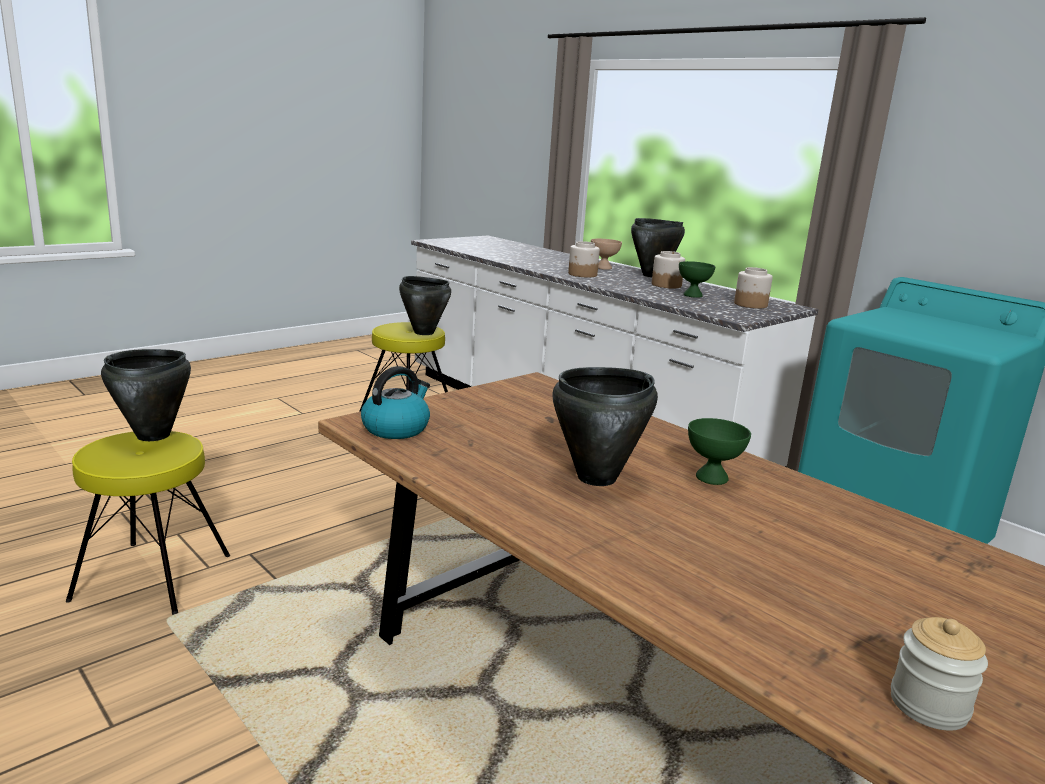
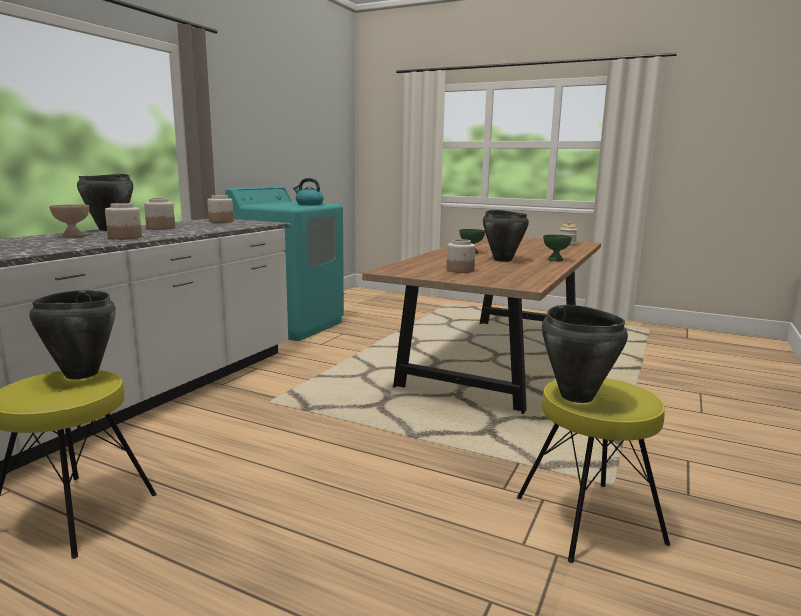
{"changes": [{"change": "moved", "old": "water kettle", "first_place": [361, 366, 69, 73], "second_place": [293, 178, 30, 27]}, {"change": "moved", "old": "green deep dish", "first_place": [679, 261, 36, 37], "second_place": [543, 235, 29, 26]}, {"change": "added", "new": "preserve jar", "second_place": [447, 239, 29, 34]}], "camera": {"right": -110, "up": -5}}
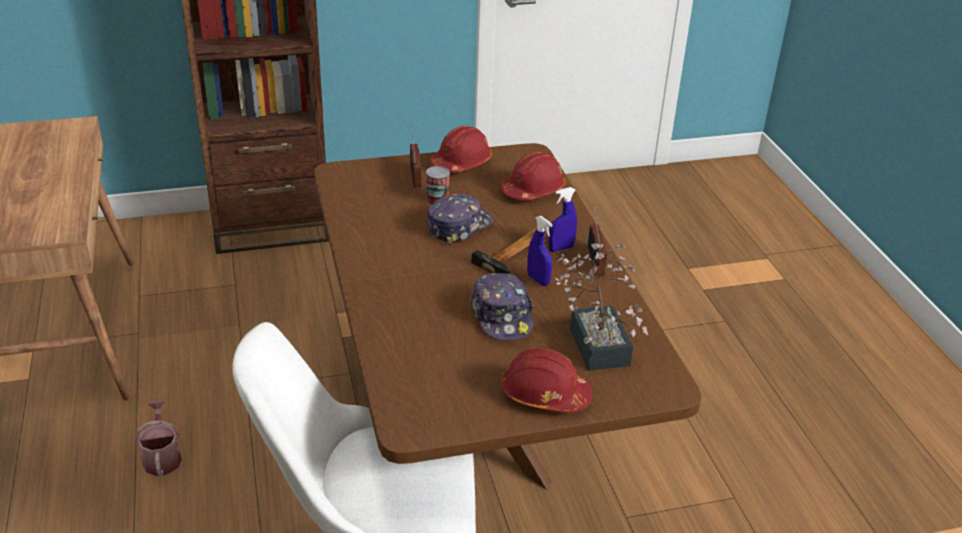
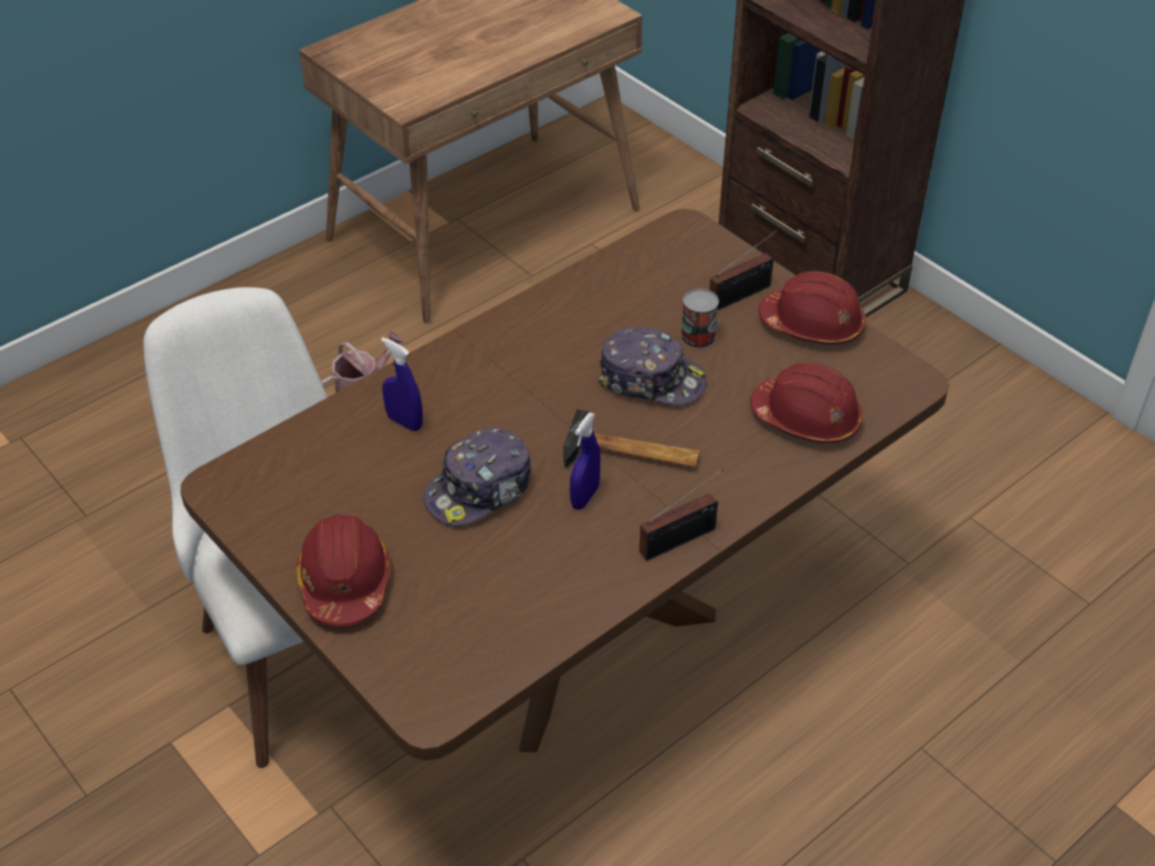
{"changes": [{"change": "moved", "old": "blue spray bottle", "first_place": [548, 187, 29, 65], "second_place": [381, 337, 42, 94]}, {"change": "removed", "old": "plant in a pot", "first_place": [555, 243, 93, 128]}], "camera": {"right": 65, "up": 10}}
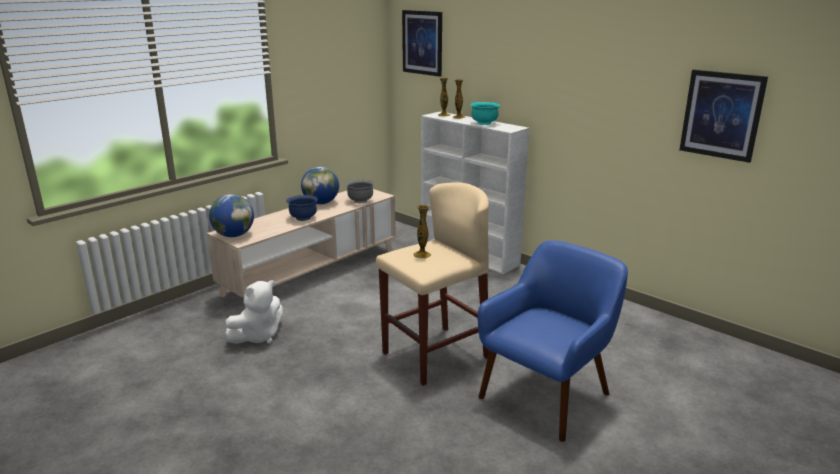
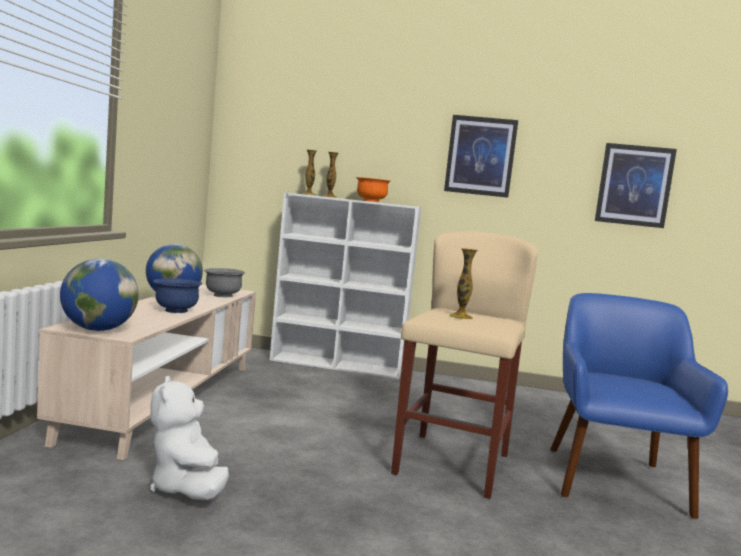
{"changes": [{"change": "turned", "old": "white soft toy", "first_place": [225, 280, 58, 64], "second_place": [150, 376, 79, 124], "degrees": 150}, {"change": "moved", "old": "wall picture", "first_place": [402, 10, 40, 67], "second_place": [444, 115, 74, 83]}, {"change": "recoloured", "old": "blue-green deep dish", "new": "orange-coloured deep dish", "first_place": [470, 102, 30, 23], "second_place": [356, 177, 34, 25]}], "camera": {"right": -35, "up": -15}}
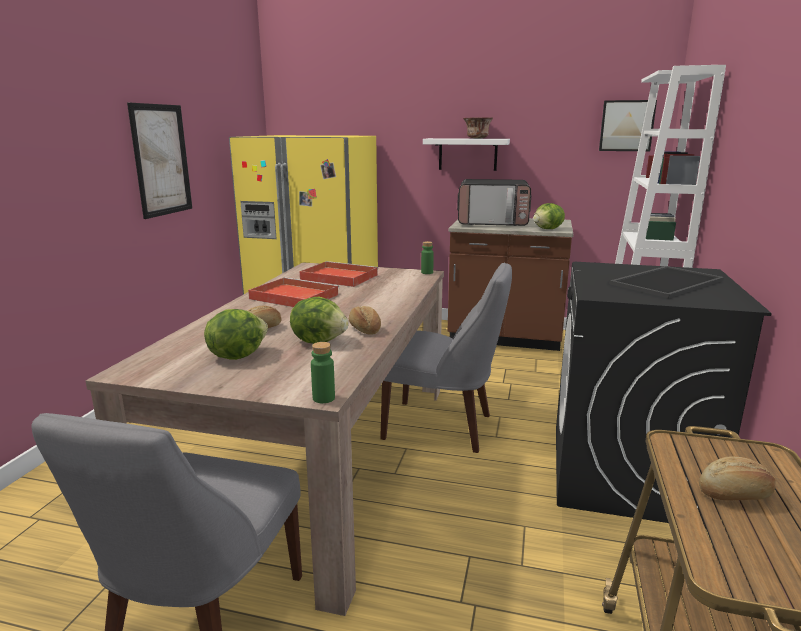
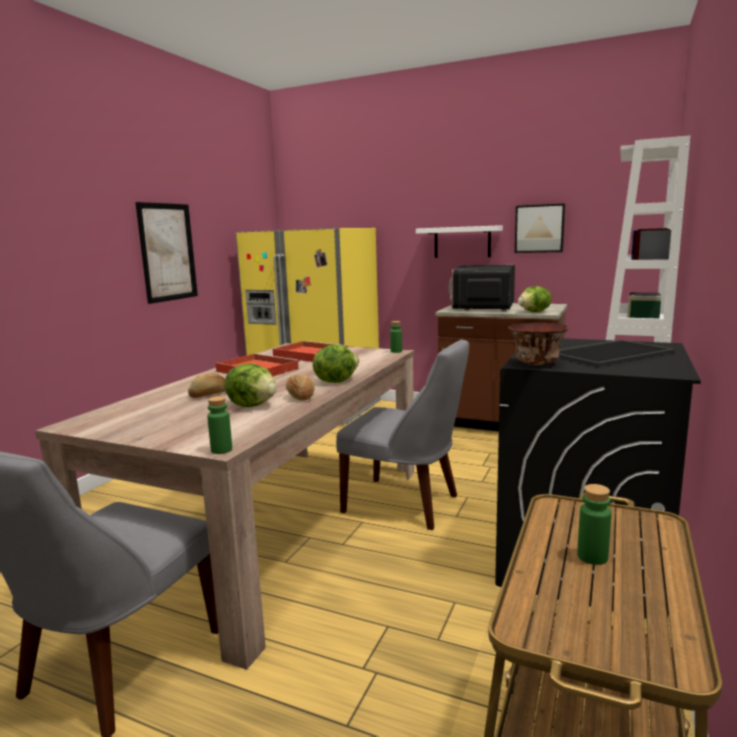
{"changes": [{"change": "moved", "old": "head of lettuce", "first_place": [204, 309, 64, 51], "second_place": [313, 345, 46, 38]}, {"change": "turned", "old": "kitchen microwave", "first_place": [457, 179, 74, 47], "second_place": [449, 265, 66, 46], "degrees": 90}, {"change": "moved", "old": "deep dish", "first_place": [463, 117, 30, 22], "second_place": [508, 323, 61, 42]}, {"change": "moved", "old": "wall picture", "first_place": [599, 100, 58, 51], "second_place": [515, 203, 50, 50]}, {"change": "replaced", "old": "bakery bread", "new": "green beverage bottle", "first_place": [699, 457, 77, 43], "second_place": [577, 484, 35, 81]}], "camera": {"right": 10, "up": -5}}
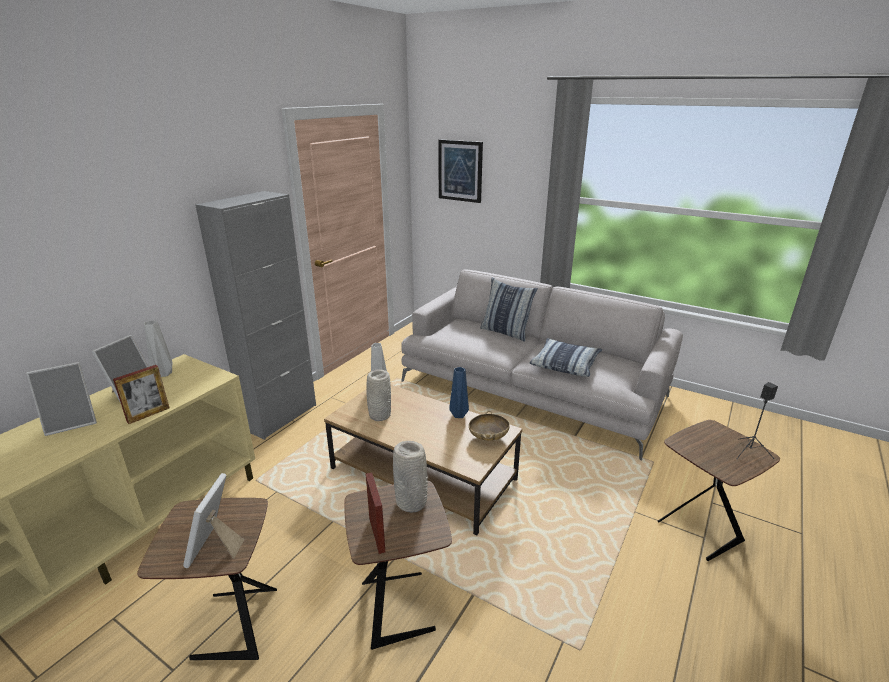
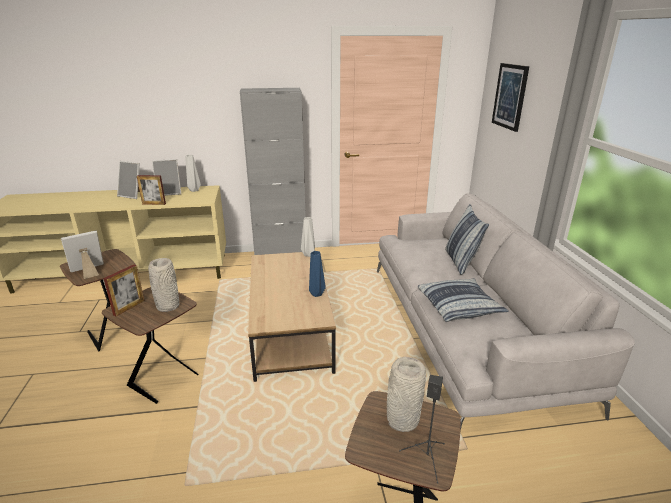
{"changes": [{"change": "moved", "old": "grey decorative vase", "first_place": [366, 369, 25, 52], "second_place": [387, 357, 39, 75]}, {"change": "removed", "old": "beige deep dish", "first_place": [469, 411, 41, 30]}], "camera": {"right": 50, "up": 0}}
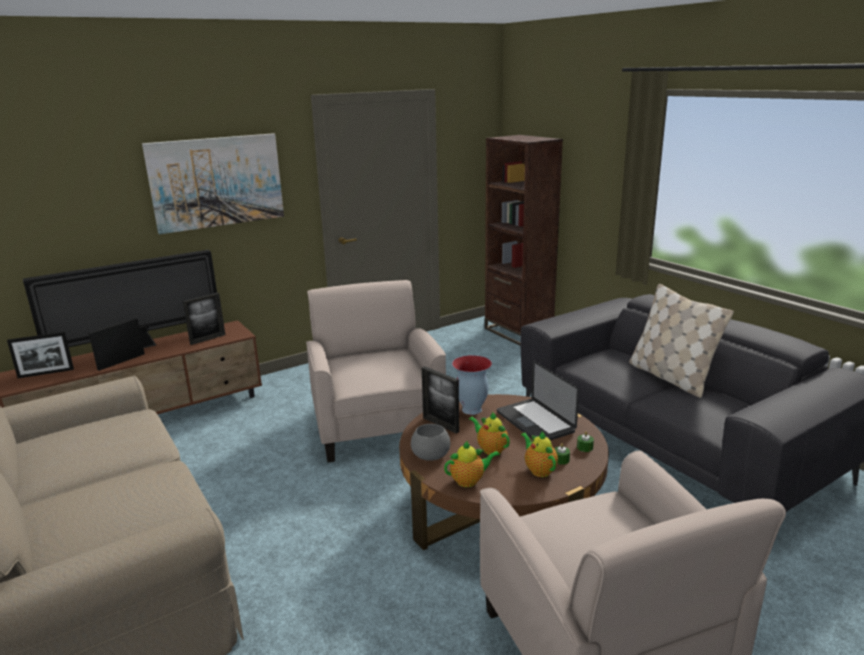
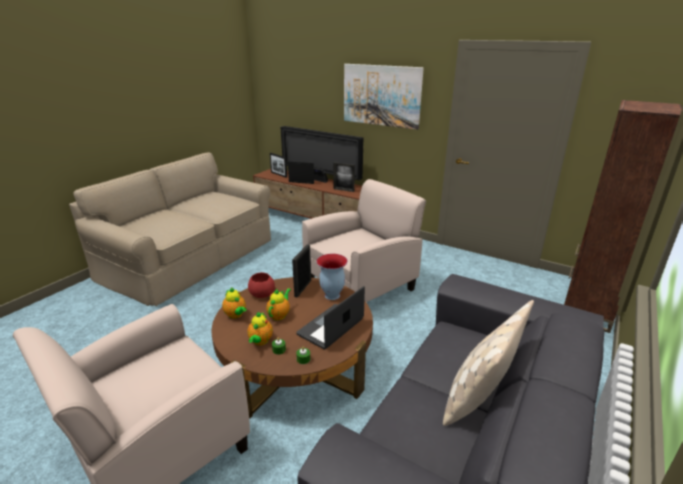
{"changes": [{"change": "recoloured", "old": "grey deep dish", "new": "red-coloured deep dish", "first_place": [411, 424, 39, 37], "second_place": [248, 272, 27, 26]}, {"change": "turned", "old": "teapot", "first_place": [521, 431, 37, 46], "second_place": [247, 312, 26, 34], "degrees": 150}], "camera": {"right": 65, "up": 5}}
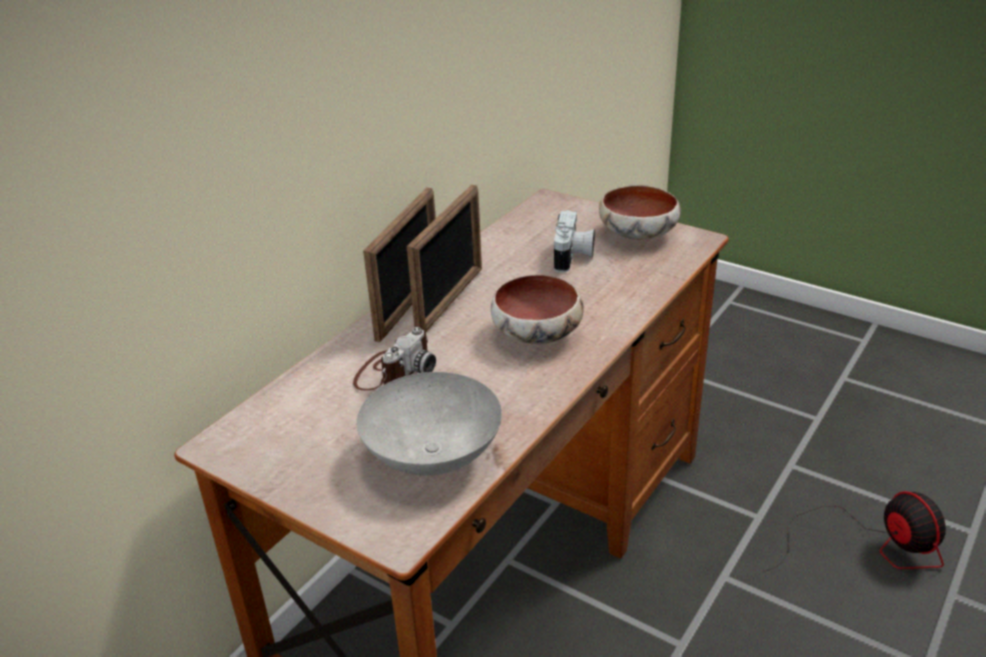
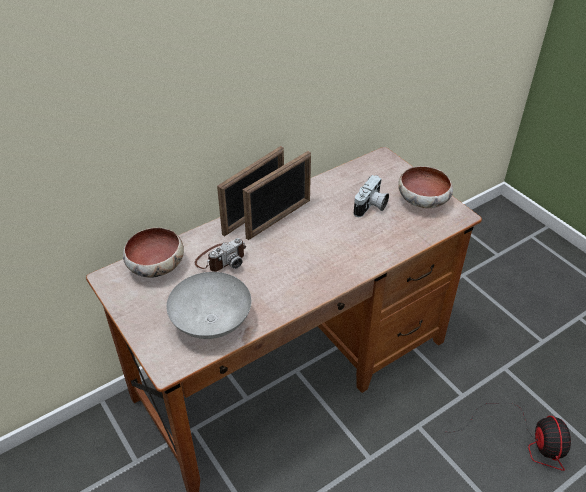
{"changes": [{"change": "moved", "old": "deep dish", "first_place": [491, 275, 93, 69], "second_place": [123, 227, 61, 51]}], "camera": {"right": 20, "up": 10}}
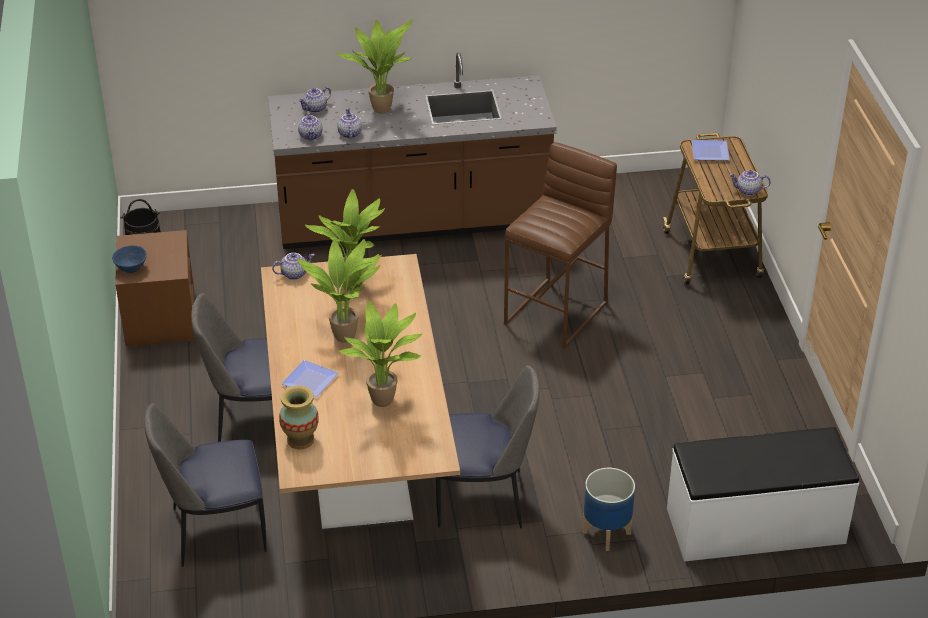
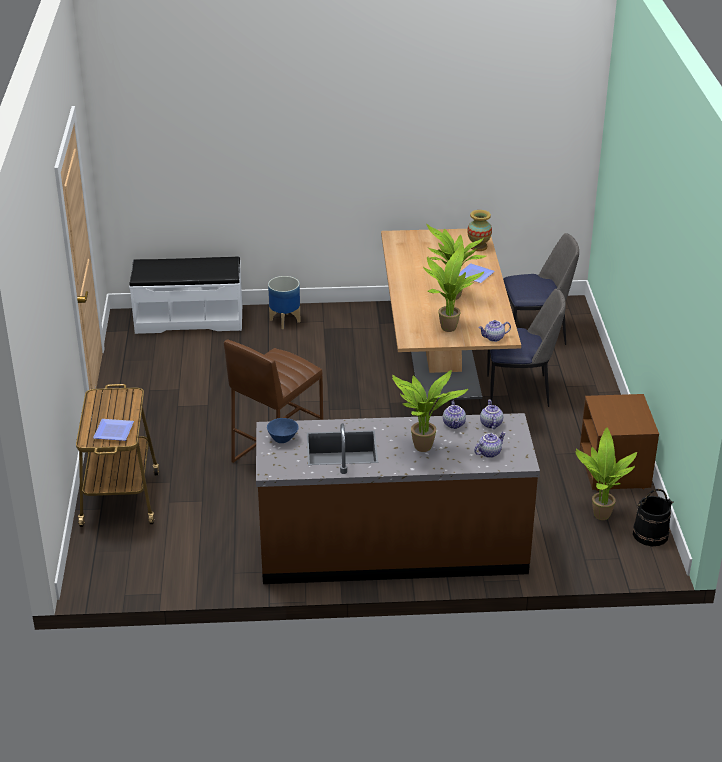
{"changes": [{"change": "moved", "old": "blue deep dish", "first_place": [112, 245, 35, 28], "second_place": [267, 418, 32, 25]}, {"change": "moved", "old": "plant in a pot", "first_place": [338, 300, 85, 107], "second_place": [576, 428, 61, 92]}, {"change": "removed", "old": "plain chair", "first_place": [436, 365, 103, 163]}, {"change": "removed", "old": "teapot", "first_place": [729, 170, 42, 26]}], "camera": {"right": -175, "up": -5}}
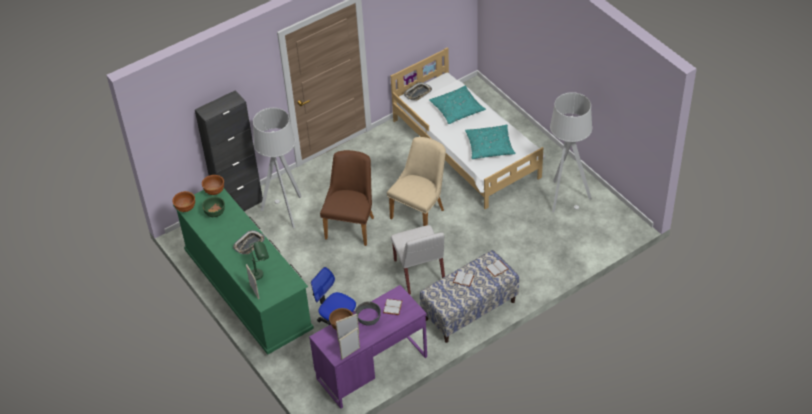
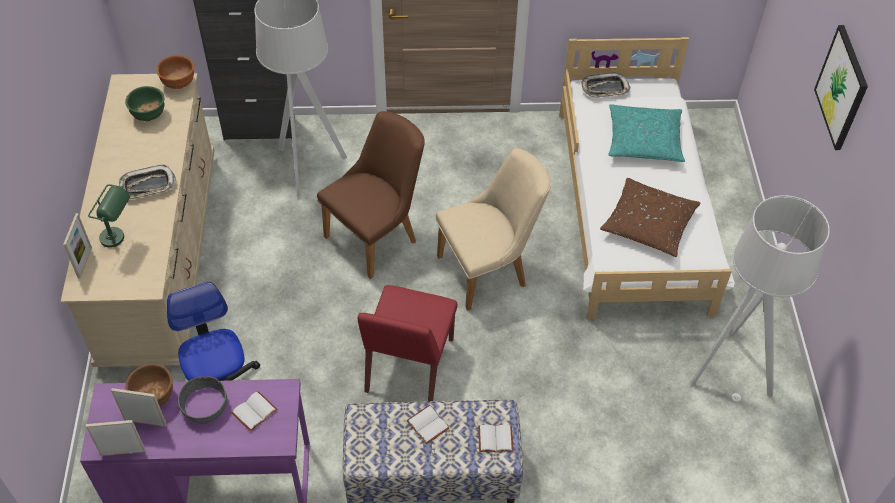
{"changes": [{"change": "removed", "old": "brownish deep dish", "first_place": [172, 191, 23, 21]}, {"change": "recoloured", "old": "green drawer chest", "new": "beige drawer chest", "first_place": [173, 188, 141, 167], "second_place": [61, 73, 154, 294]}, {"change": "recoloured", "old": "white plain chair", "new": "red-coloured plain chair", "first_place": [391, 225, 54, 70], "second_place": [358, 285, 99, 116]}, {"change": "recoloured", "old": "blue-green cushion", "new": "brownish cushion", "first_place": [465, 125, 51, 34], "second_place": [600, 178, 100, 79]}, {"change": "added", "new": "wall picture", "second_place": [814, 25, 54, 125]}], "camera": {"right": 30, "up": 5}}
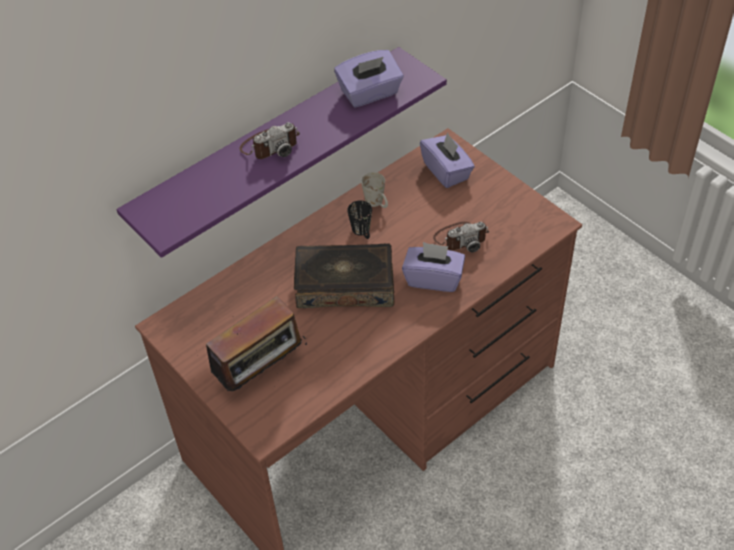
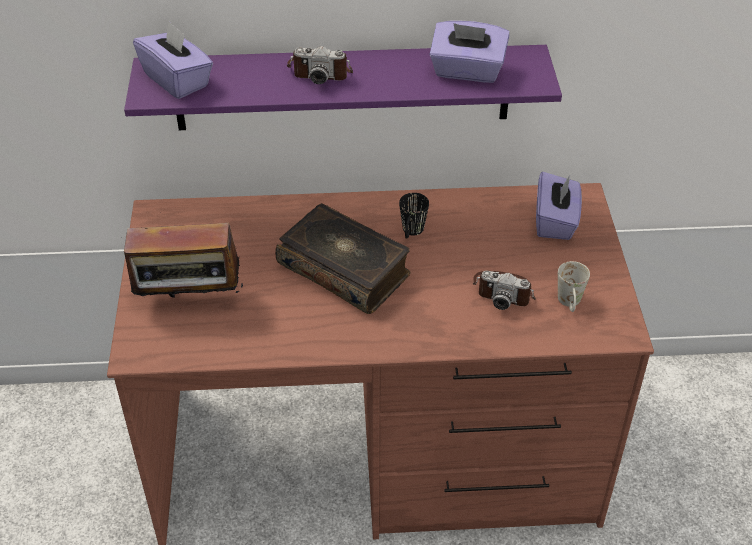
{"changes": [{"change": "moved", "old": "white coffee mug", "first_place": [361, 172, 27, 36], "second_place": [558, 261, 32, 51]}, {"change": "moved", "old": "purplish tissue box", "first_place": [402, 242, 63, 50], "second_place": [133, 22, 80, 77]}], "camera": {"right": 35, "up": -5}}
